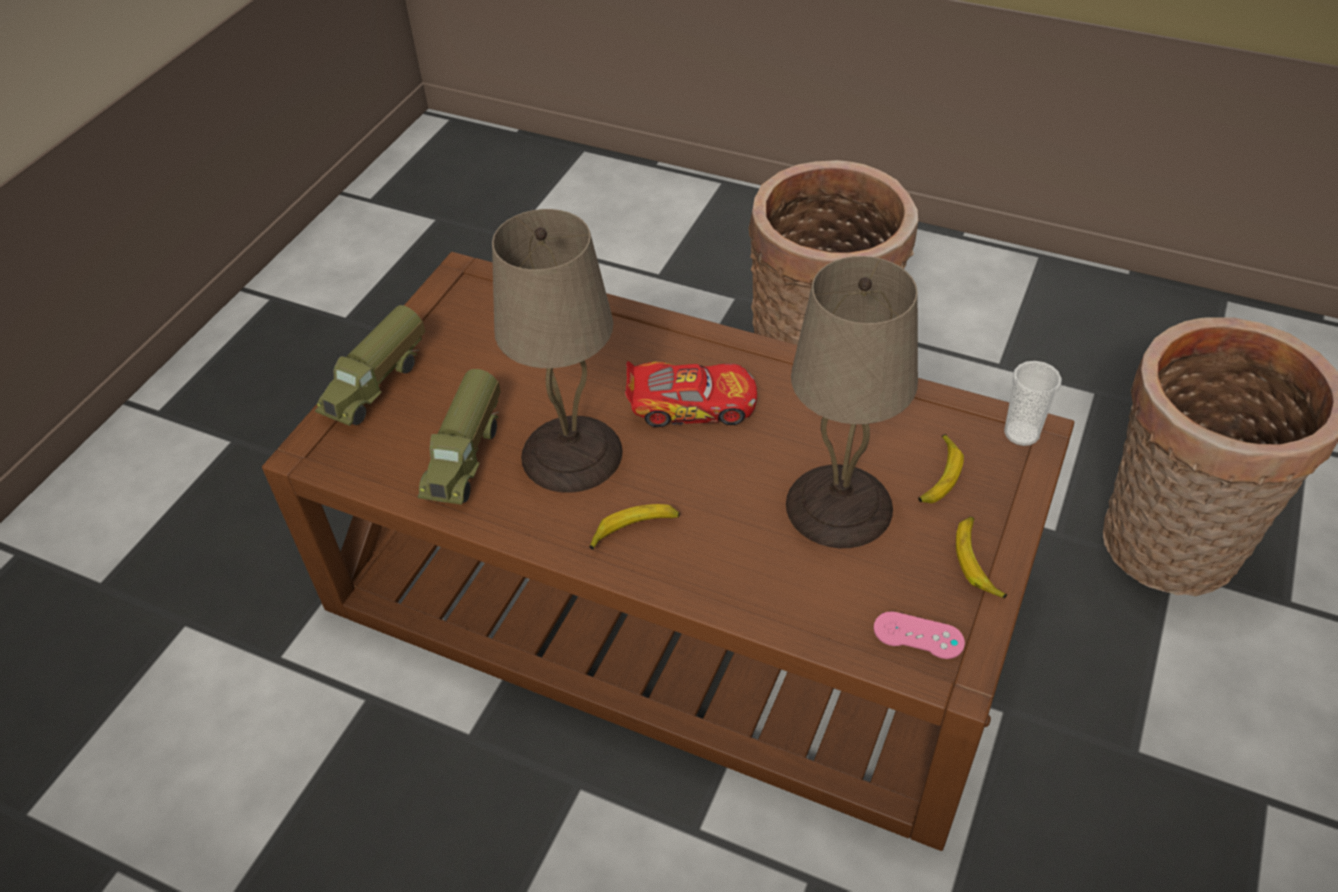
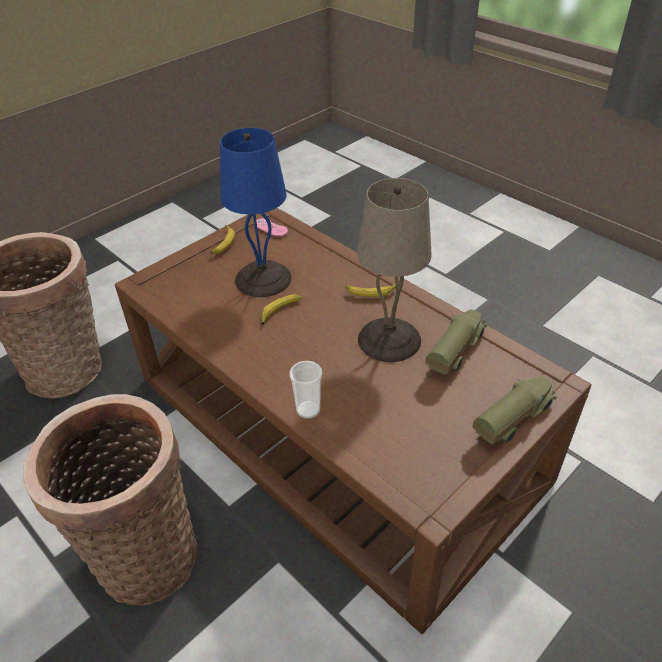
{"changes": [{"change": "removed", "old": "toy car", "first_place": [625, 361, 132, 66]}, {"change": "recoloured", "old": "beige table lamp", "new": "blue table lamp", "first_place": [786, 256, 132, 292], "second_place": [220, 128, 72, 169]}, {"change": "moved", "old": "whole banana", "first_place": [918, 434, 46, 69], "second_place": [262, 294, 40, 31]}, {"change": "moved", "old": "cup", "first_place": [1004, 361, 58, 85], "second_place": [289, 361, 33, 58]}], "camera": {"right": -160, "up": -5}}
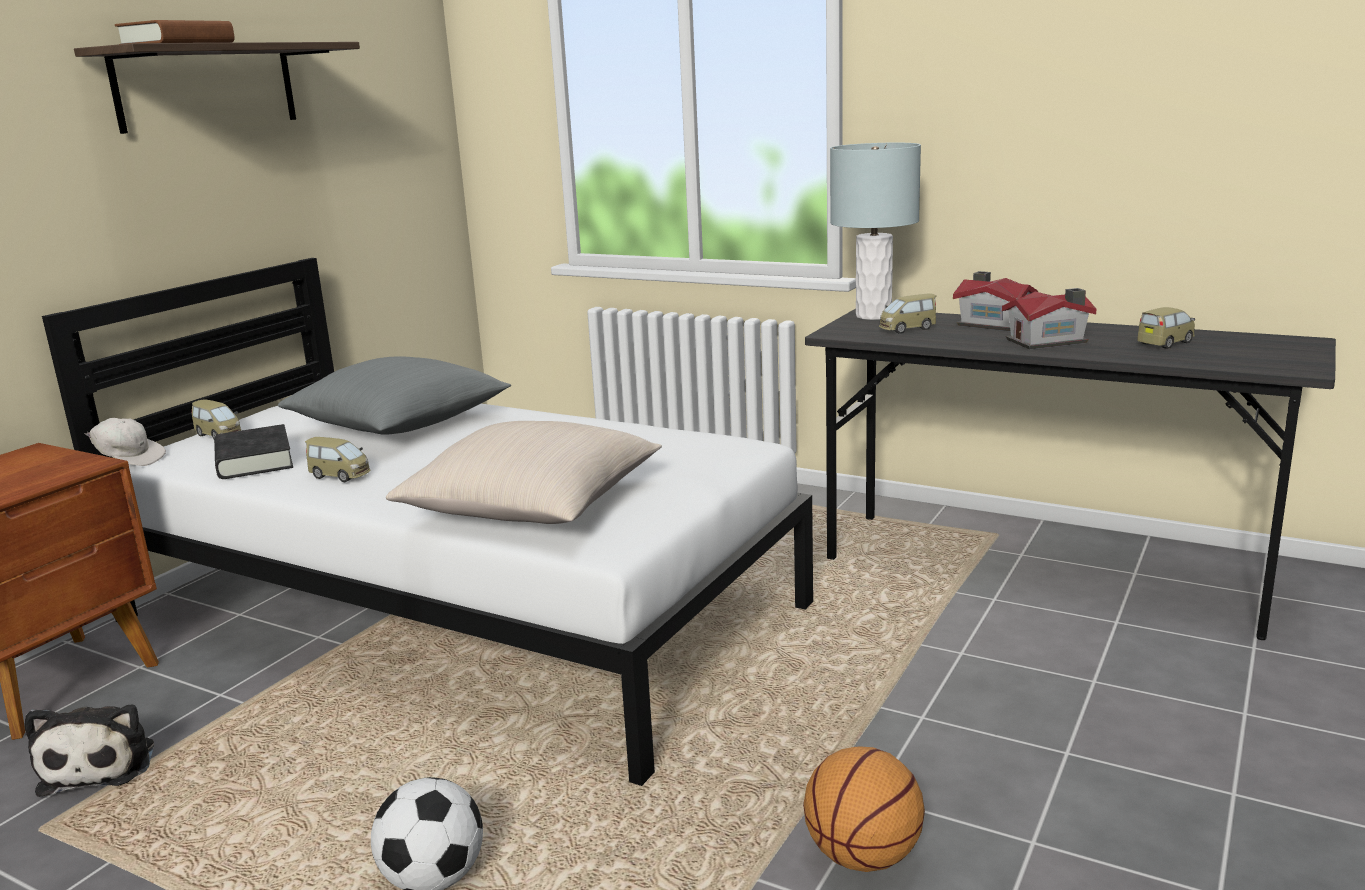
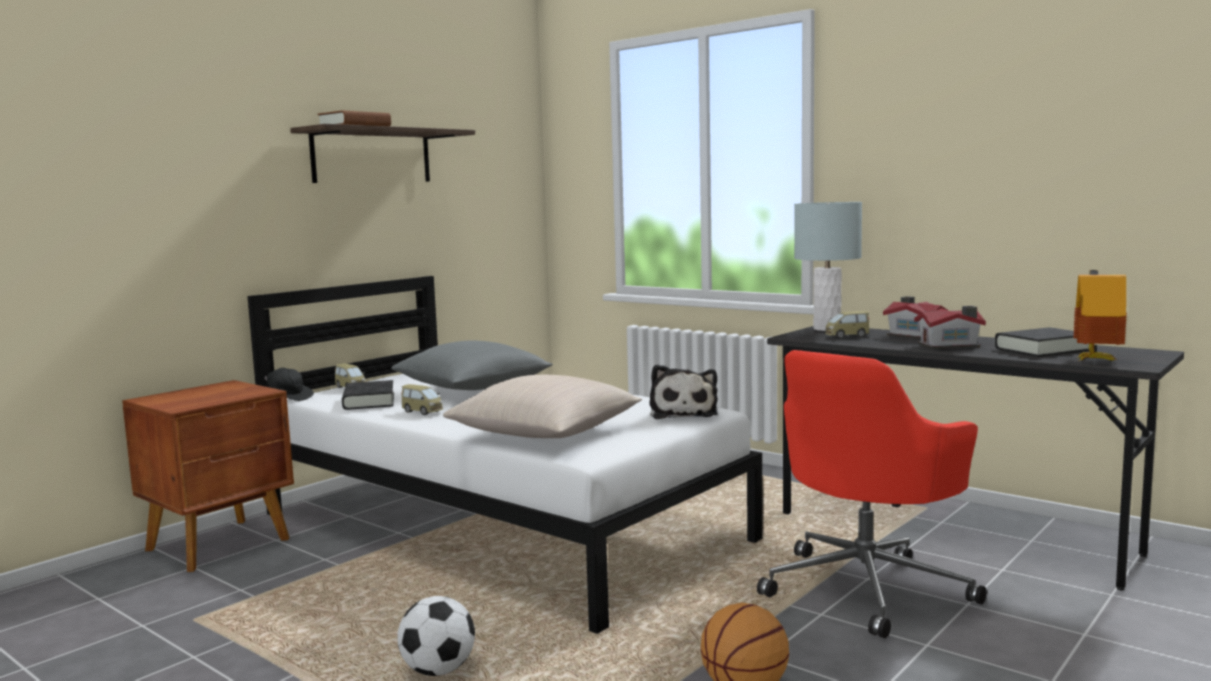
{"changes": [{"change": "moved", "old": "soft toy", "first_place": [24, 705, 130, 92], "second_place": [650, 364, 68, 55]}, {"change": "recoloured", "old": "white peaked cap", "new": "blackish peaked cap", "first_place": [84, 418, 82, 48], "second_place": [263, 368, 51, 33]}, {"change": "replaced", "old": "toy car", "new": "blackish bound book", "first_place": [1137, 307, 58, 42], "second_place": [995, 327, 94, 30]}, {"change": "added", "new": "red-coloured desk chair", "second_place": [757, 350, 229, 288]}, {"change": "added", "new": "miniature house", "second_place": [1073, 270, 54, 91]}], "camera": {"right": 10, "up": -10}}
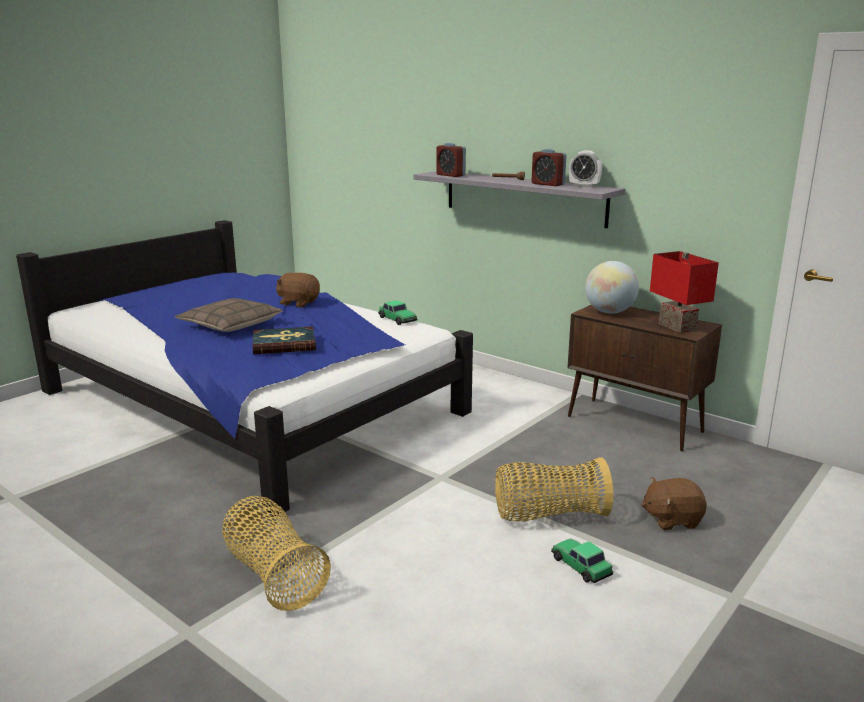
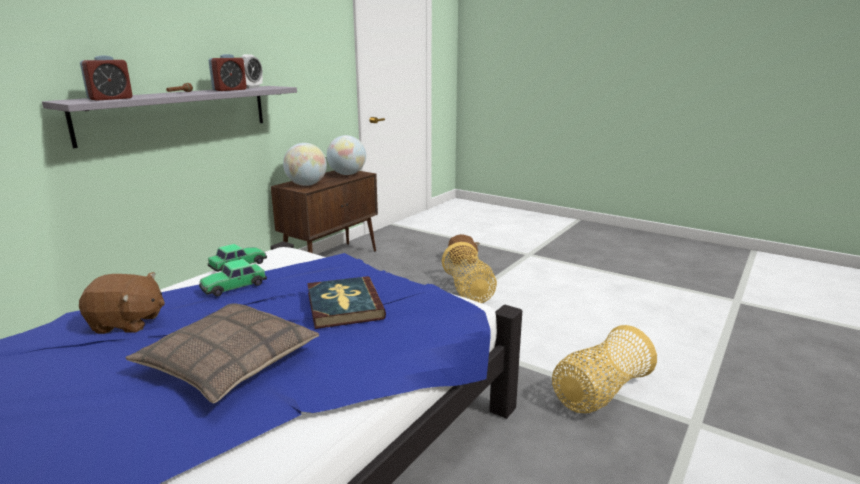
{"changes": [{"change": "turned", "old": "brownish soft toy", "first_place": [276, 273, 44, 34], "second_place": [79, 272, 86, 62], "degrees": -105}, {"change": "moved", "old": "toy car", "first_place": [551, 538, 62, 45], "second_place": [199, 259, 68, 37]}, {"change": "replaced", "old": "red-coloured table lamp", "new": "desk globe", "first_place": [650, 251, 69, 82], "second_place": [327, 135, 39, 40]}], "camera": {"right": -95, "up": 0}}
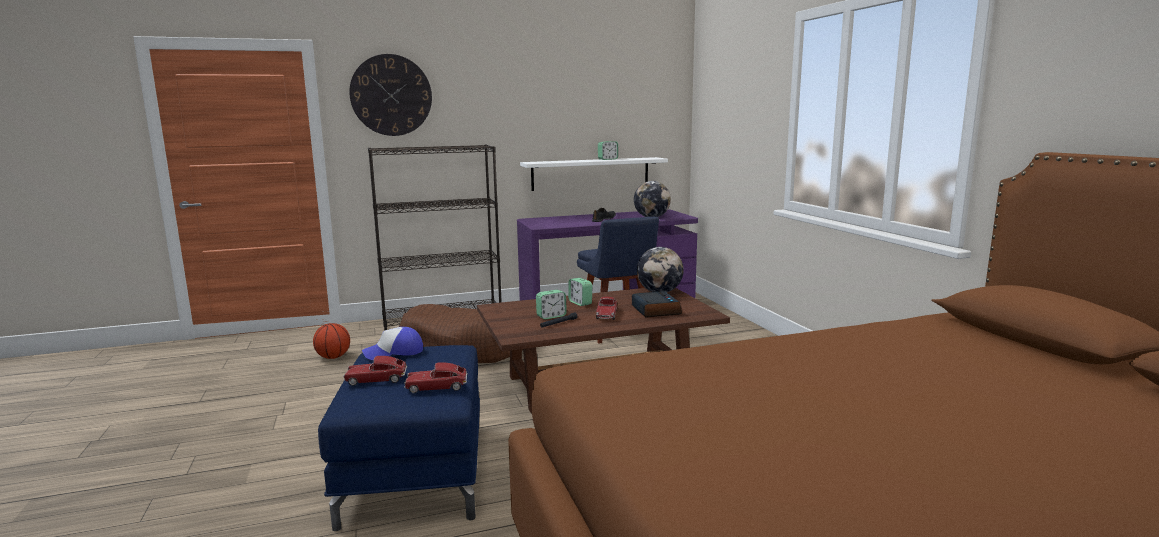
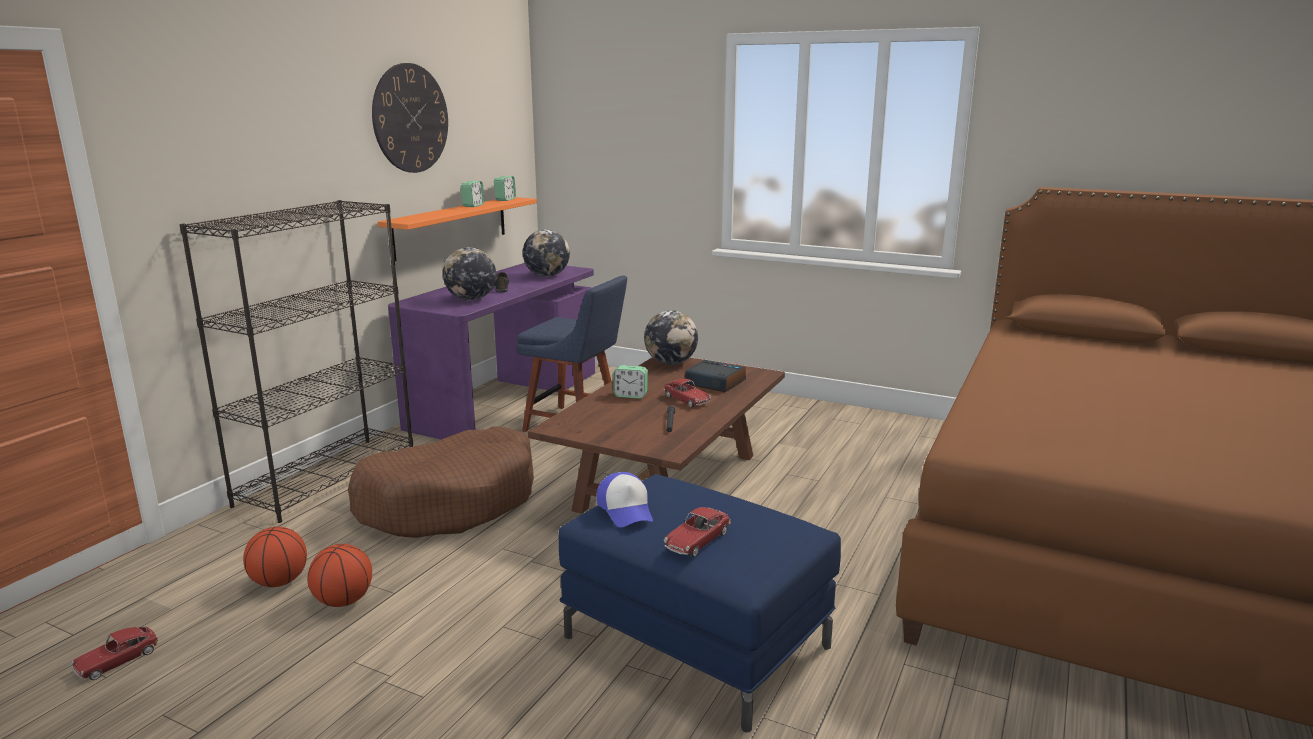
{"changes": [{"change": "moved", "old": "clock on the wall", "first_place": [349, 54, 83, 82], "second_place": [372, 63, 76, 110]}, {"change": "turned", "old": "peaked cap", "first_place": [362, 327, 61, 33], "second_place": [597, 472, 56, 55], "degrees": -45}, {"change": "moved", "old": "toy car", "first_place": [404, 362, 64, 31], "second_place": [71, 627, 89, 53]}, {"change": "recoloured", "old": "white bracket shelf", "new": "orange-coloured bracket shelf", "first_place": [520, 157, 148, 34], "second_place": [377, 197, 160, 64]}, {"change": "moved", "old": "alarm clock", "first_place": [536, 290, 31, 29], "second_place": [494, 176, 22, 25]}, {"change": "added", "new": "ball for basketball", "second_place": [308, 544, 64, 63]}, {"change": "added", "new": "desk globe", "second_place": [443, 247, 53, 53]}], "camera": {"right": -45, "up": 5}}
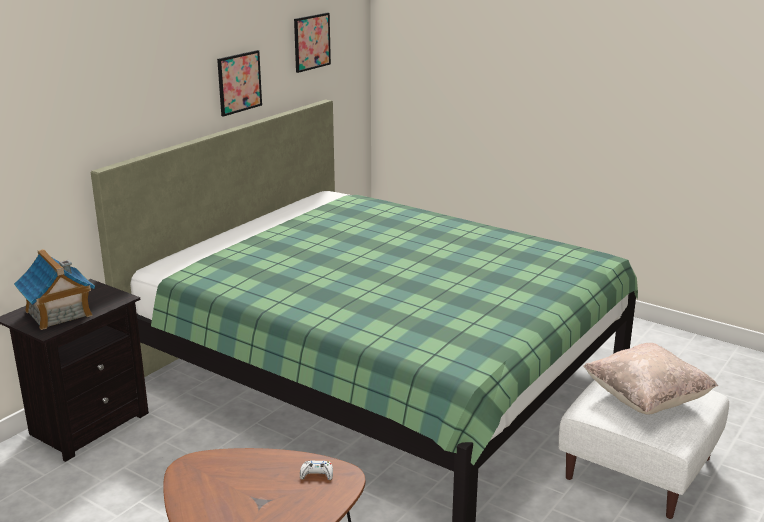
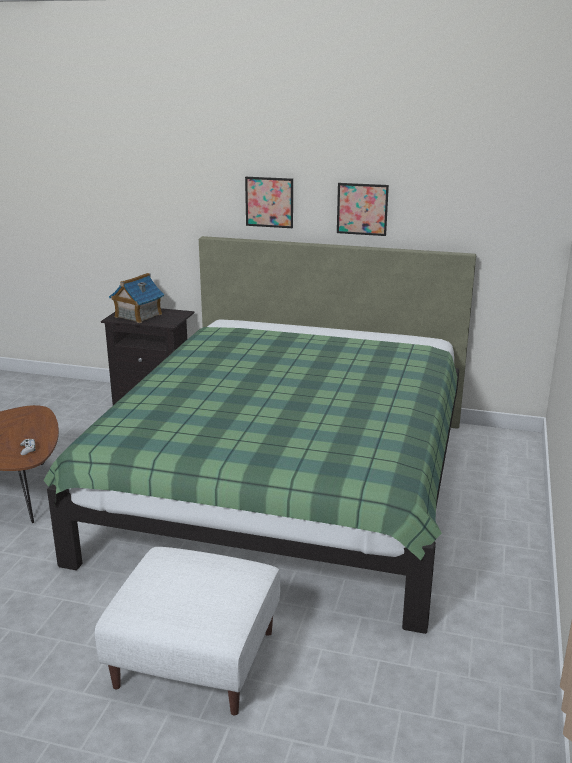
{"changes": [{"change": "moved", "old": "wall picture", "first_place": [294, 12, 37, 61], "second_place": [245, 177, 48, 51]}, {"change": "removed", "old": "beige cushion", "first_place": [583, 343, 135, 72]}], "camera": {"right": 70, "up": 0}}
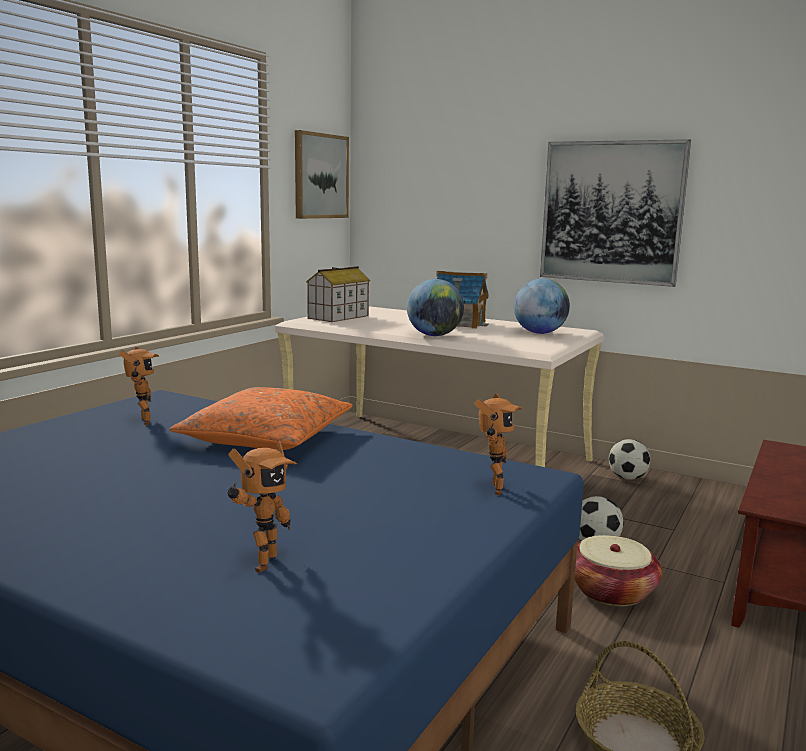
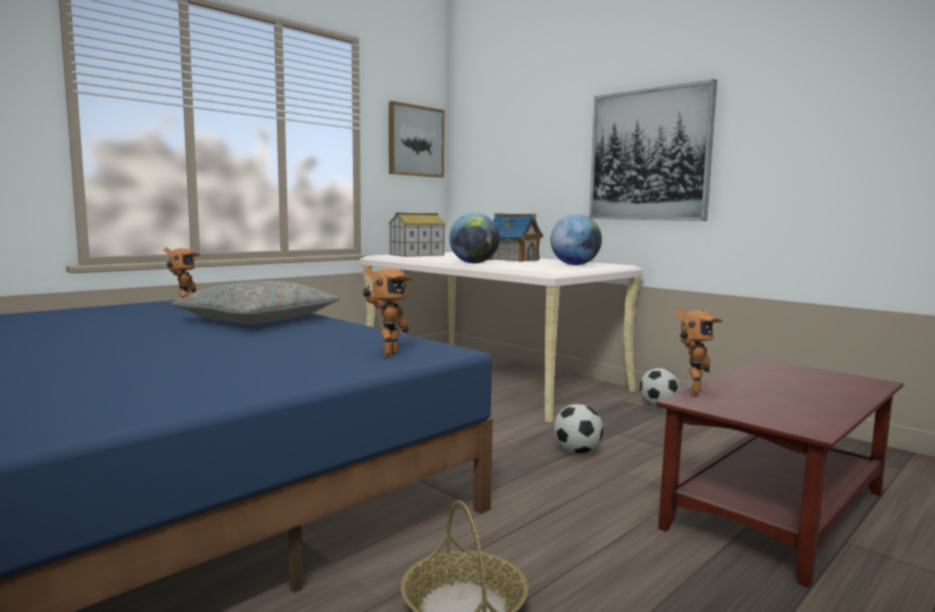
{"changes": [{"change": "recoloured", "old": "orange-coloured cushion", "new": "grey cushion", "first_place": [170, 387, 183, 63], "second_place": [171, 281, 169, 43]}, {"change": "moved", "old": "model robot", "first_place": [227, 441, 70, 132], "second_place": [675, 308, 48, 89]}, {"change": "removed", "old": "household basket", "first_place": [575, 535, 87, 71]}], "camera": {"right": 15, "up": -5}}
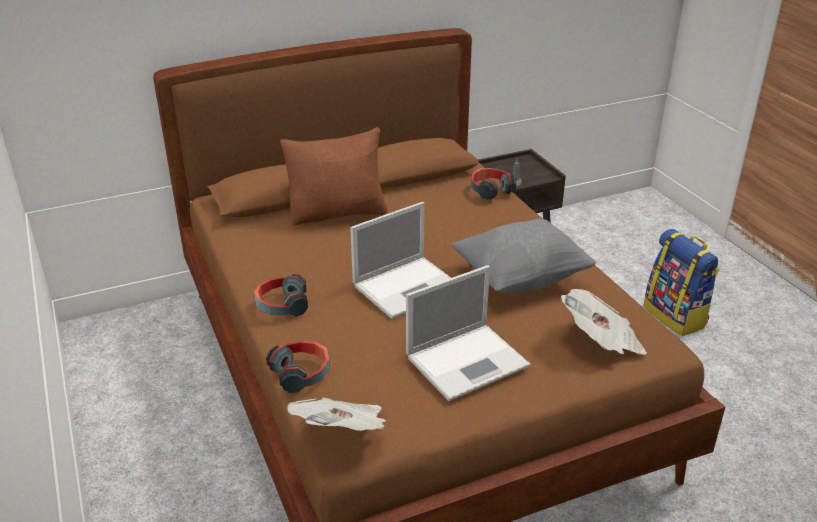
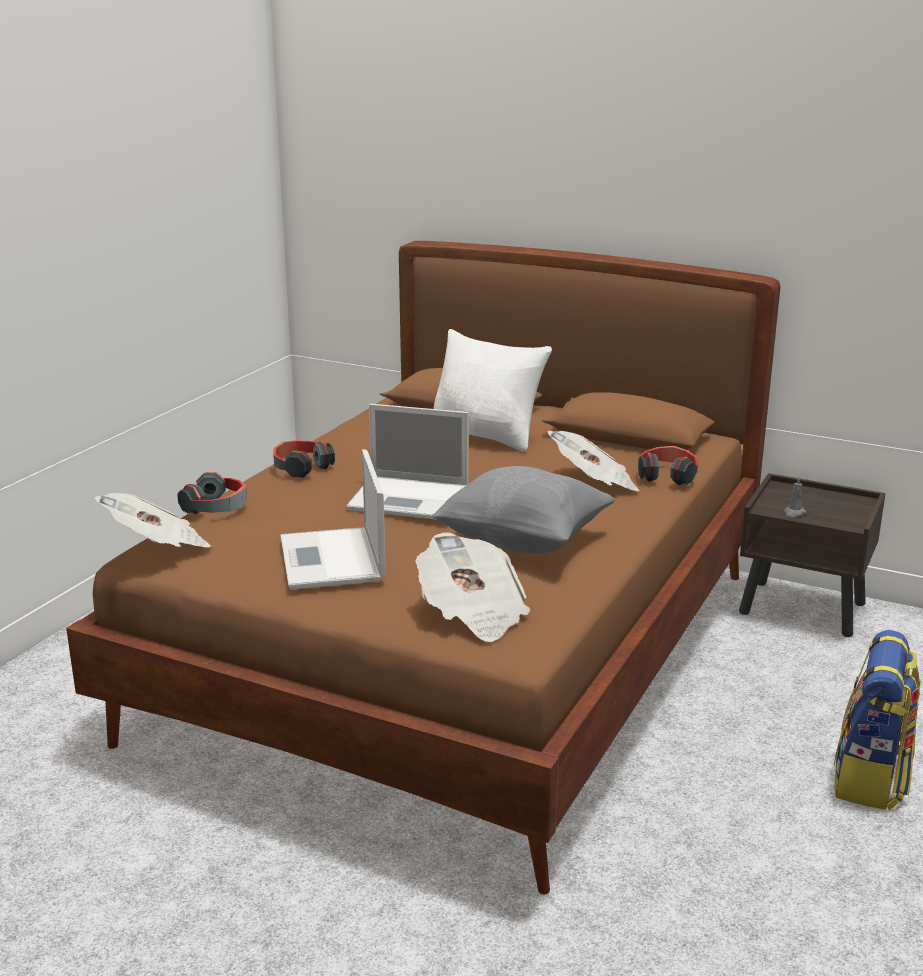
{"changes": [{"change": "recoloured", "old": "brownish cushion", "new": "white cushion", "first_place": [280, 127, 108, 99], "second_place": [433, 329, 119, 123]}, {"change": "turned", "old": "notebook computer", "first_place": [406, 265, 124, 136], "second_place": [280, 449, 106, 141], "degrees": 60}, {"change": "added", "new": "printed paper", "second_place": [548, 431, 92, 60]}], "camera": {"right": 50, "up": -10}}
